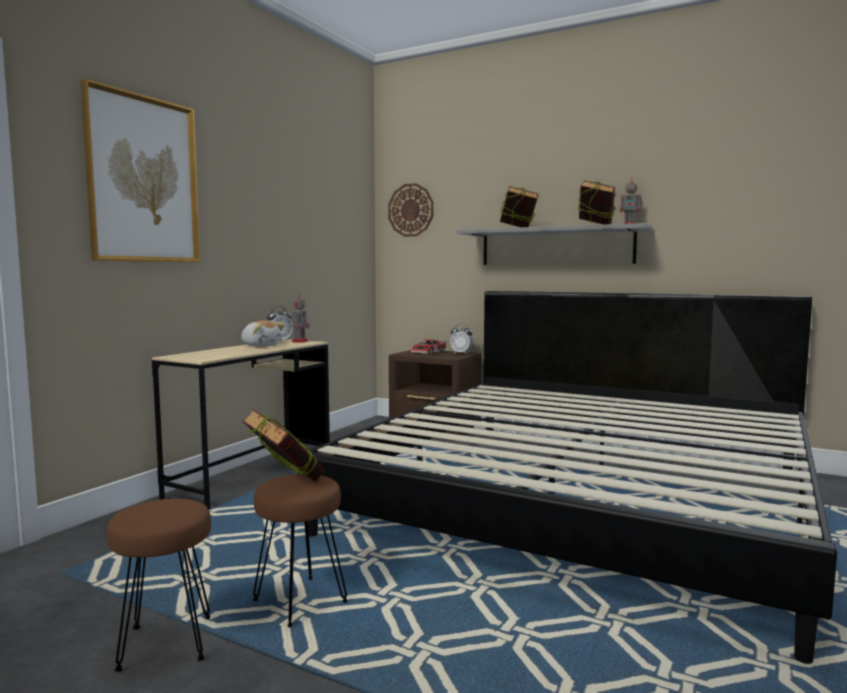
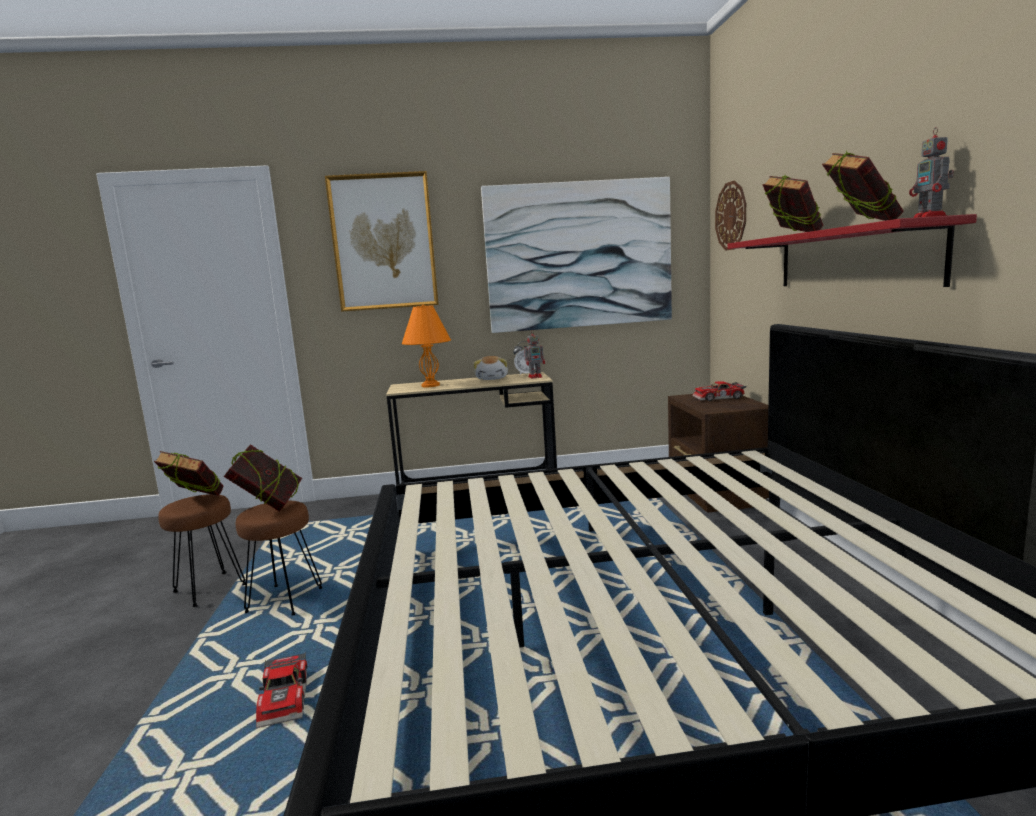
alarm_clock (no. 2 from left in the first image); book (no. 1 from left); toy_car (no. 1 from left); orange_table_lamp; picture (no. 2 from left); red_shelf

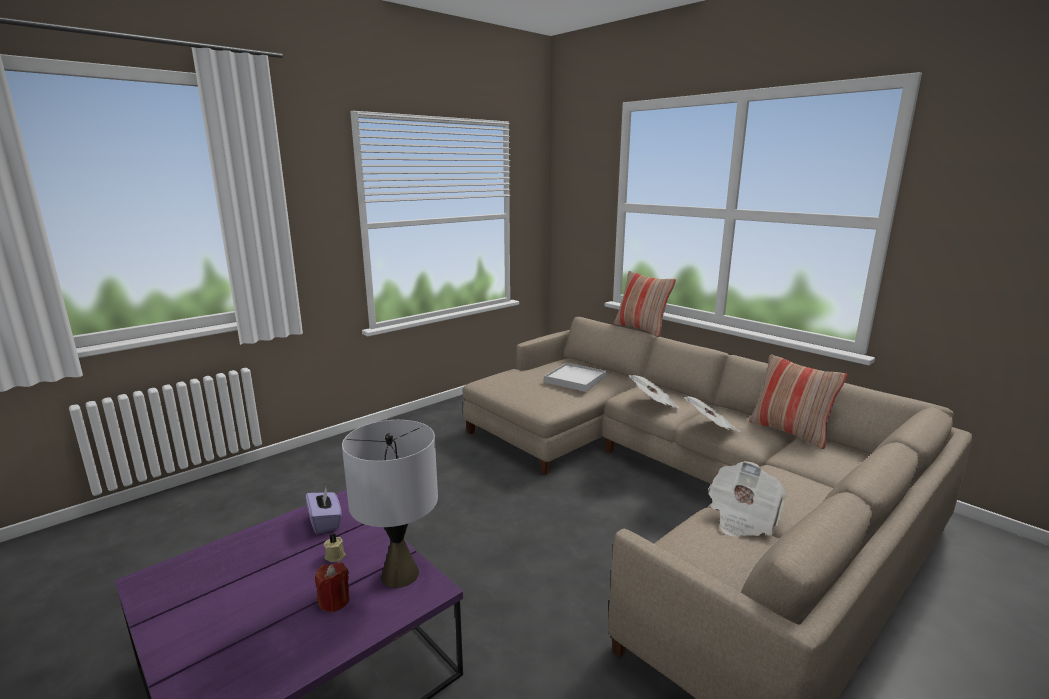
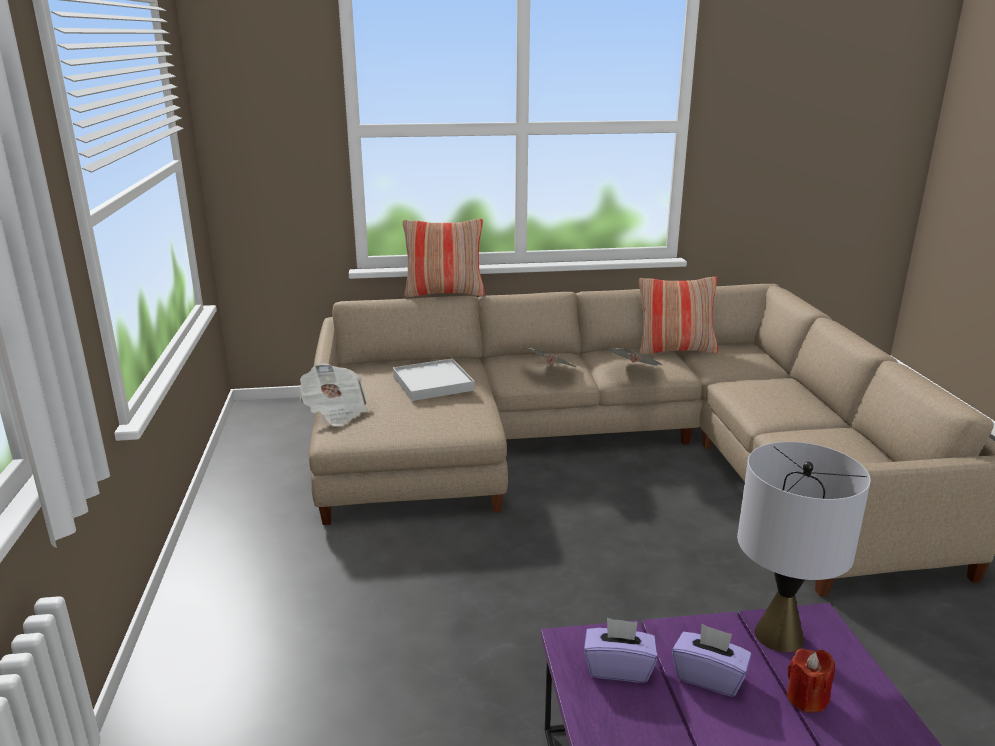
newspaper (no. 1 from left); purple_tissue_box (no. 2 from left)

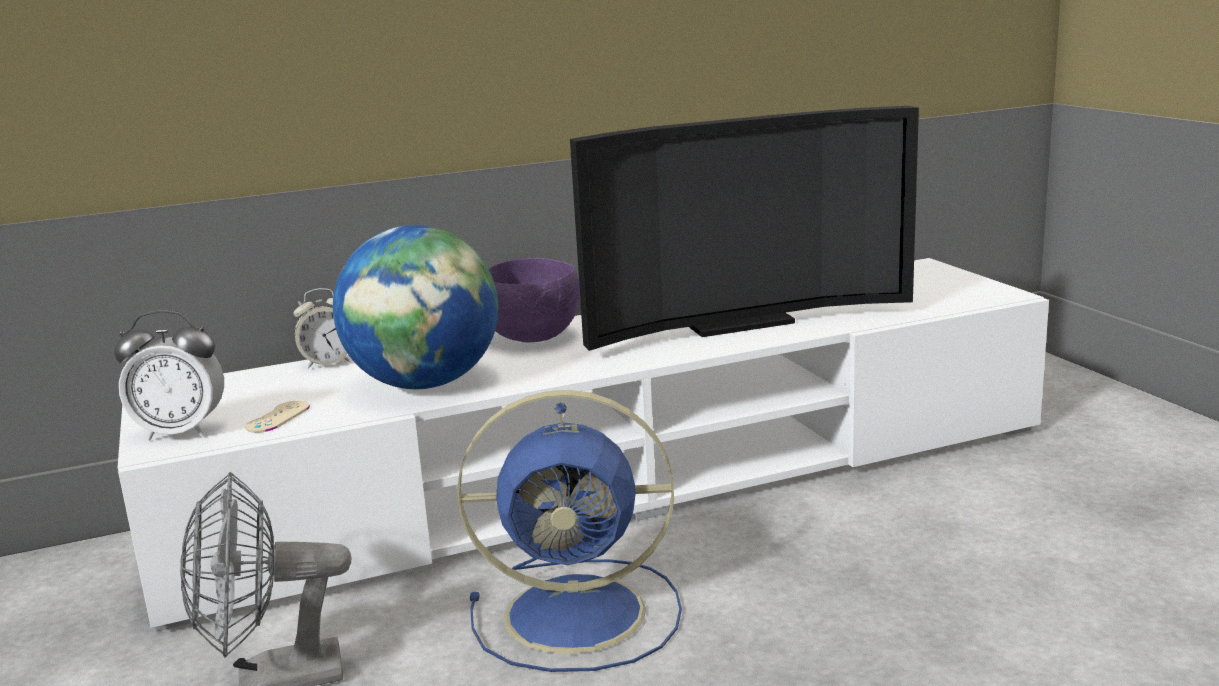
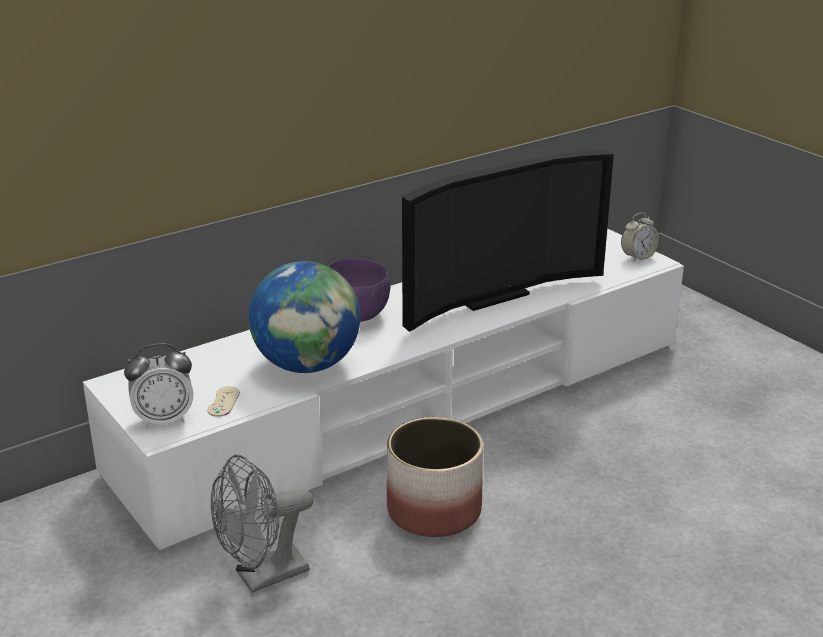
alarm_clock (no. 2 from left); planter

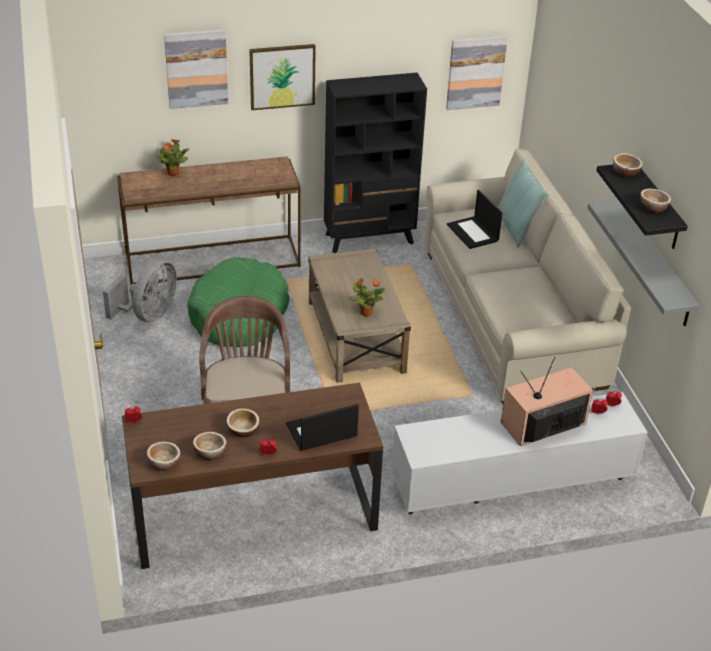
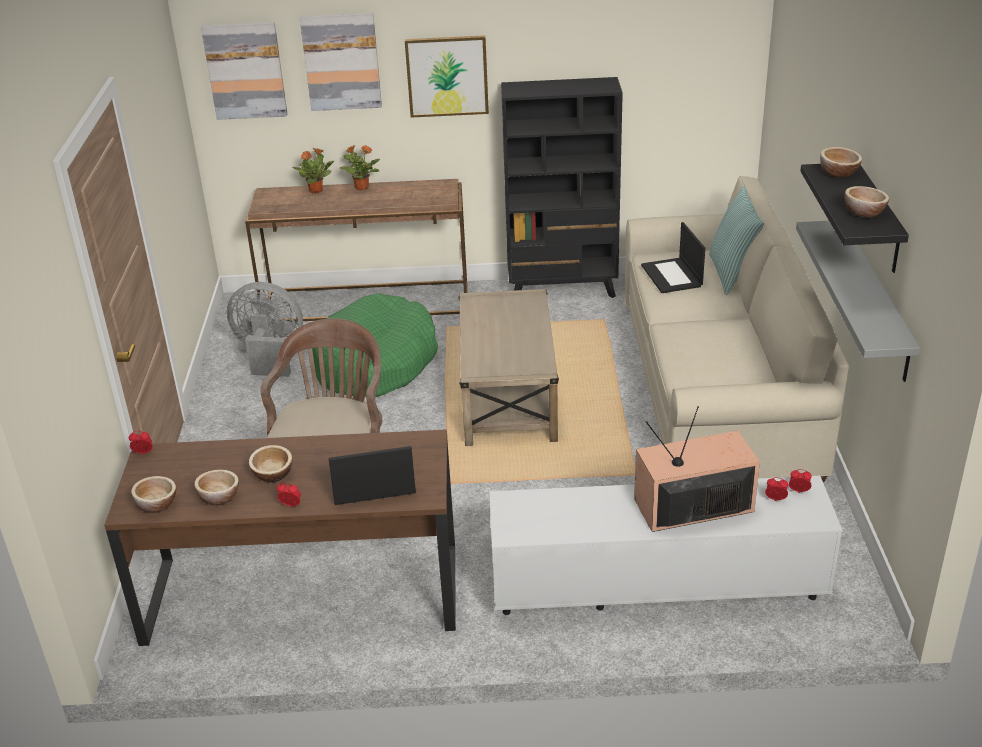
potted_plant (no. 2 from left); picture (no. 1 from left); grey_fan

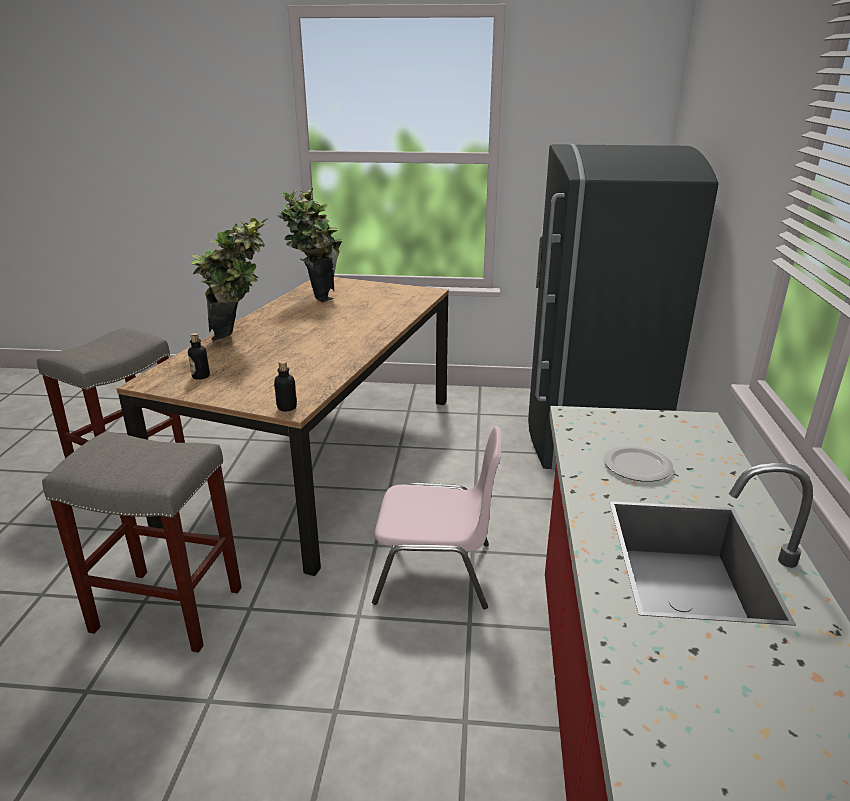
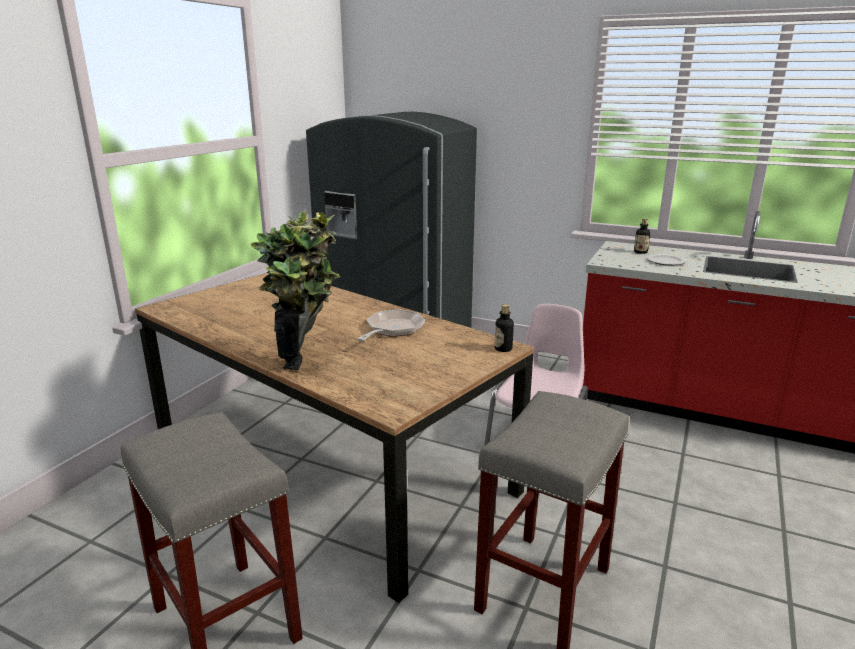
potted_plant (no. 2 from left in the first image); frying_pan; bottle (no. 2 from left)

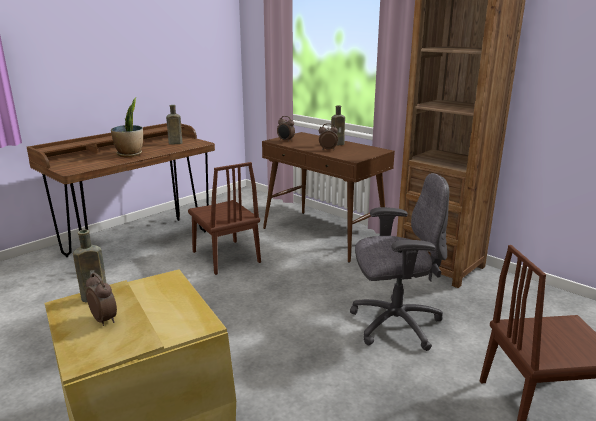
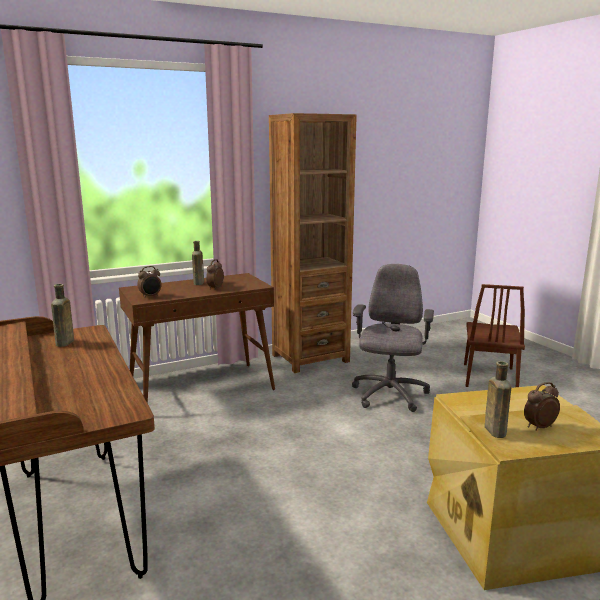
potted_plant; brown_chair (no. 1 from left in the first image)

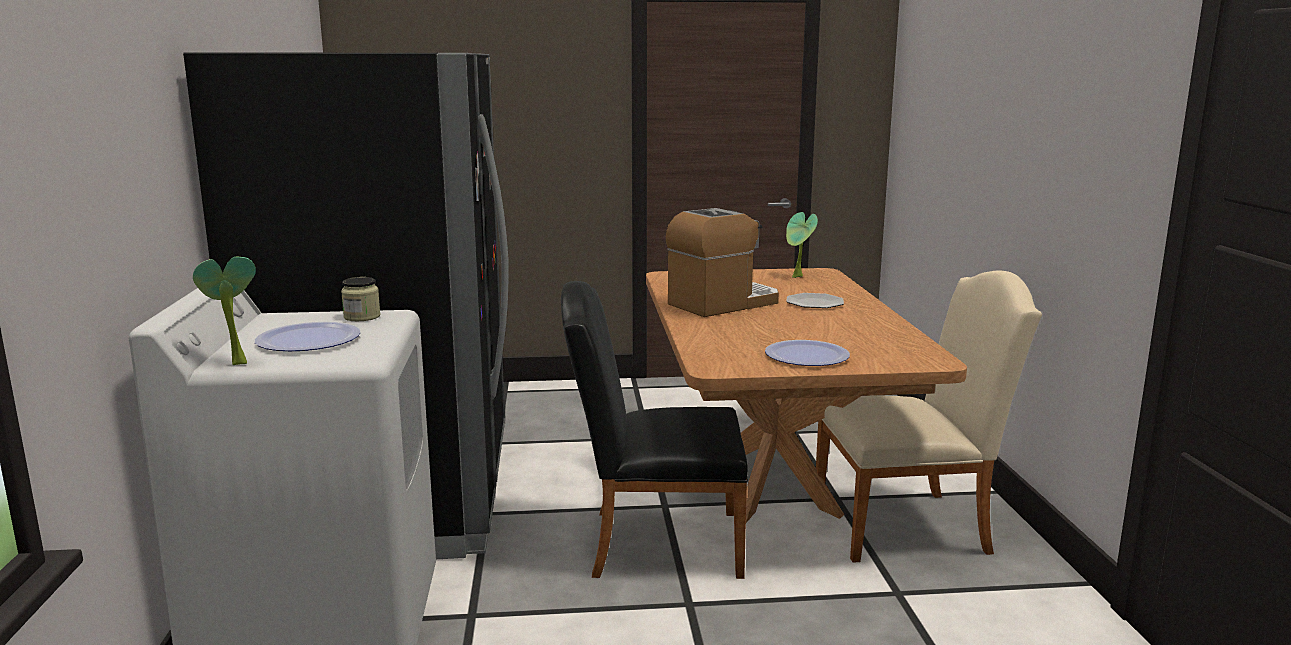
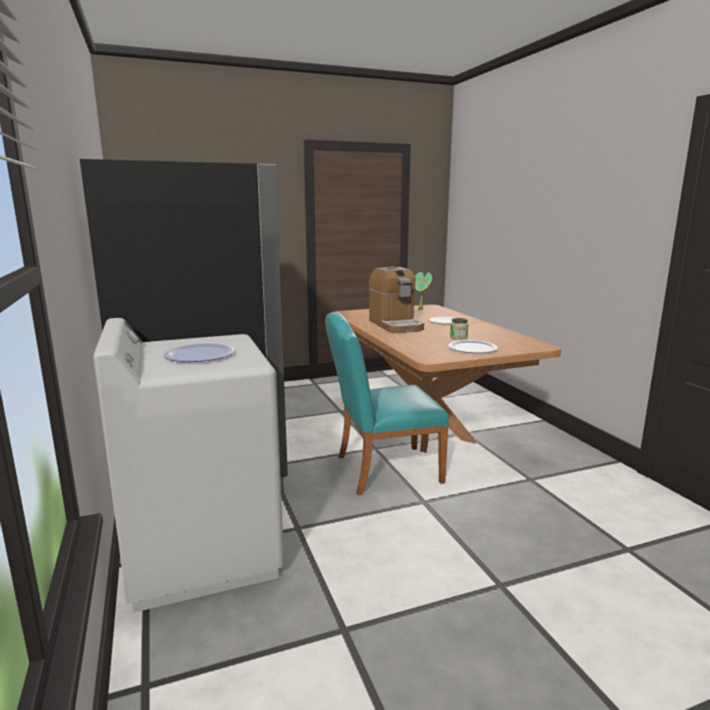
potted_plant (no. 1 from left in the first image); beige_chair; jar; turquoise_chair; coffee_machine

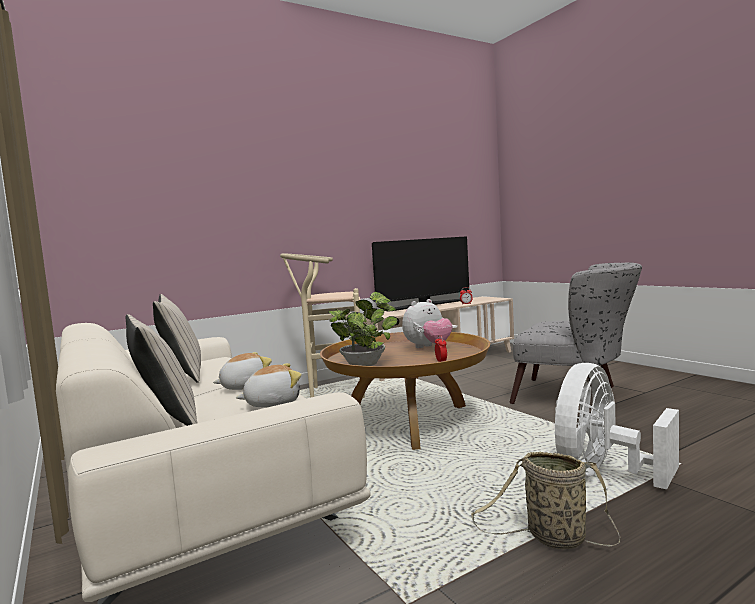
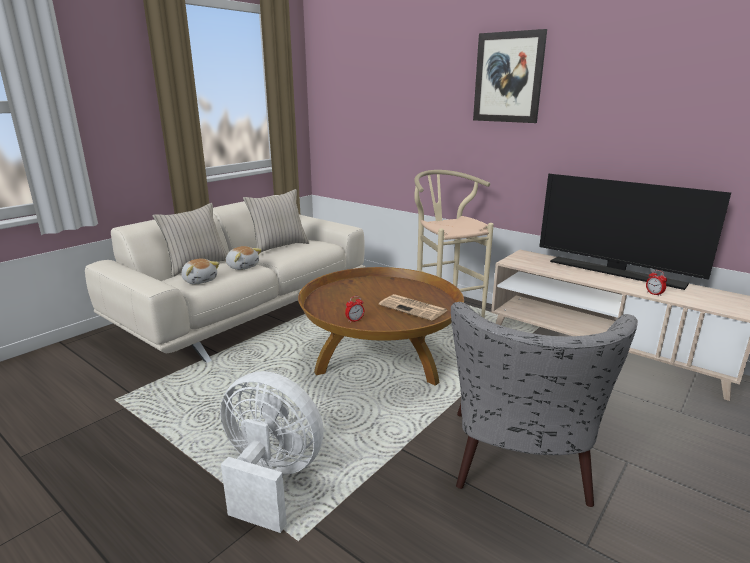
potted_plant; basket; picture; newspaper

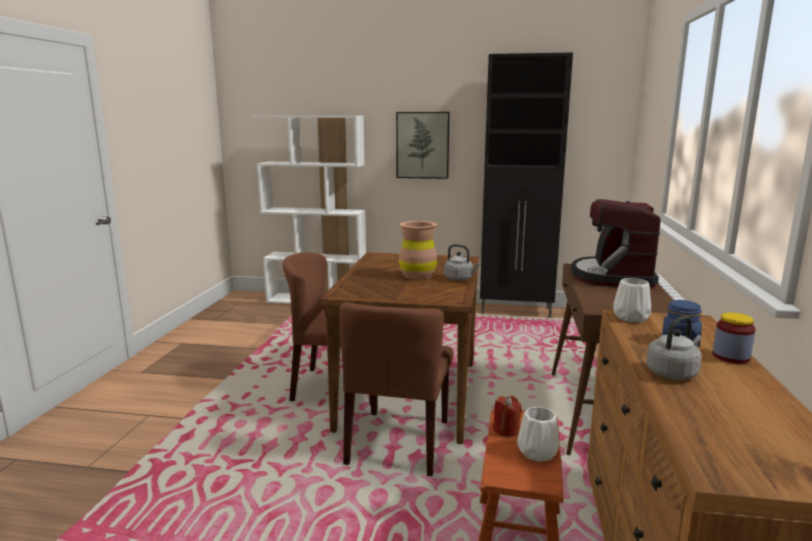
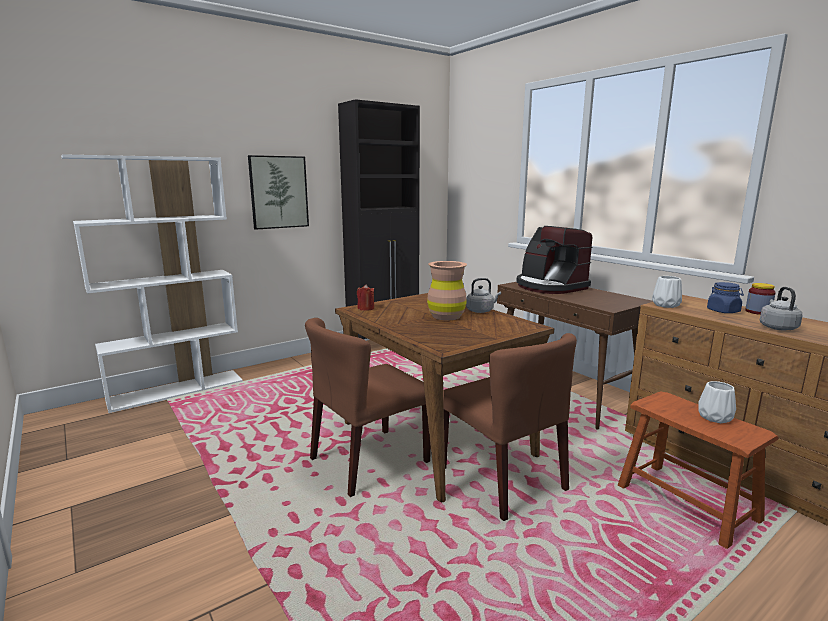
red_candle

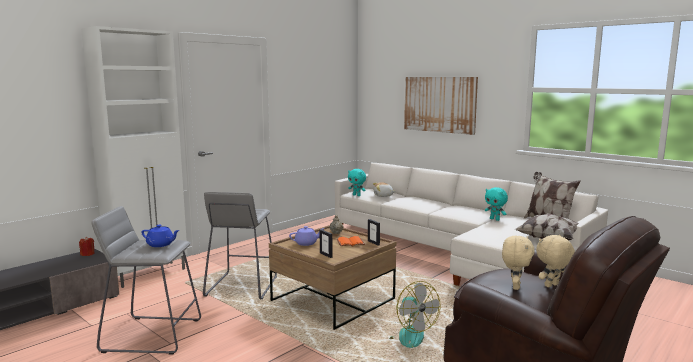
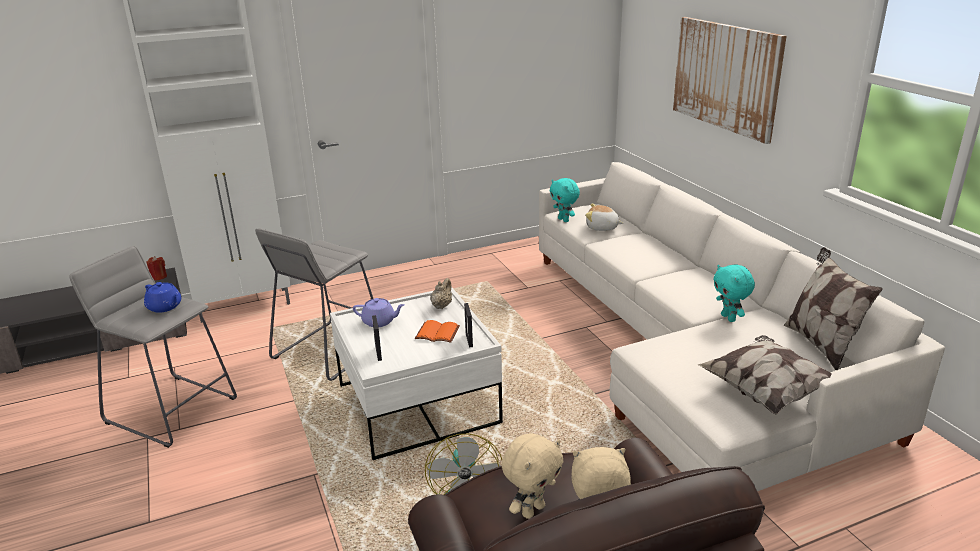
white_coffee_table

